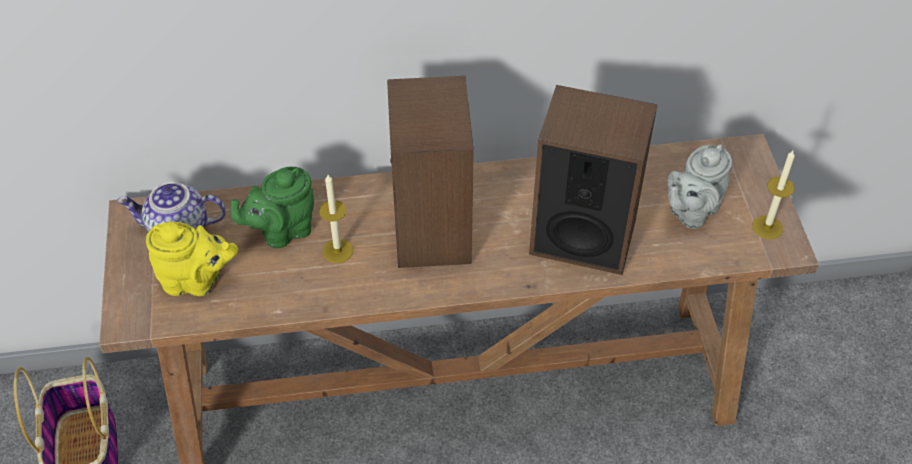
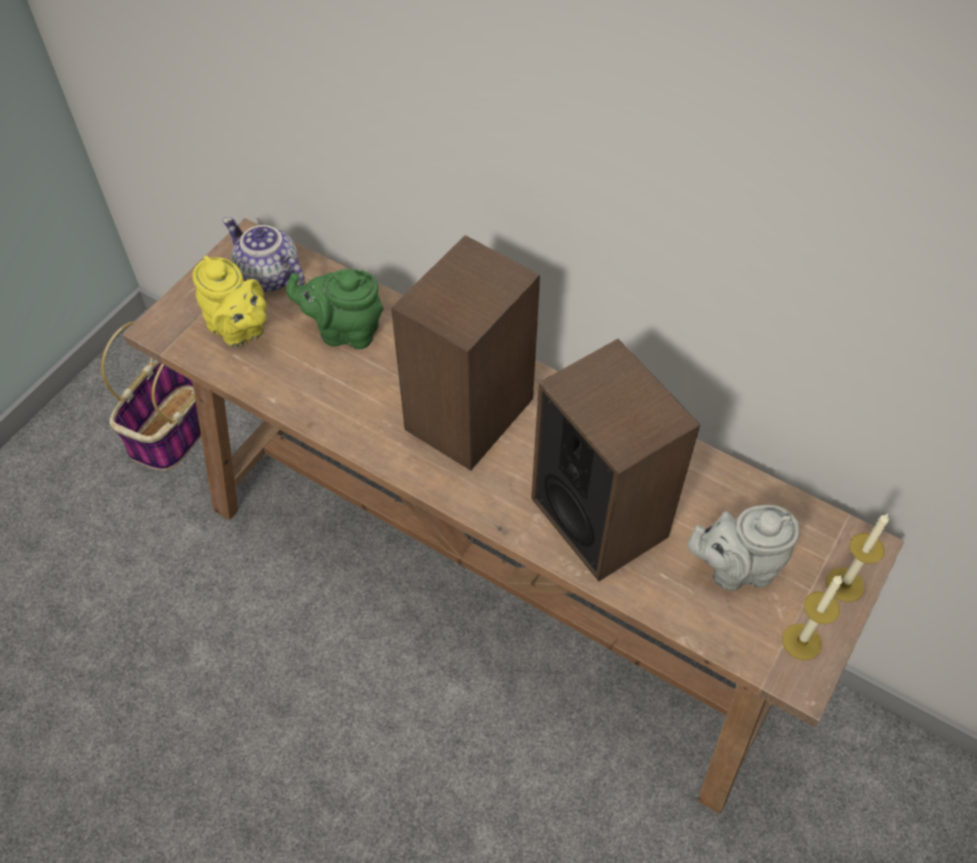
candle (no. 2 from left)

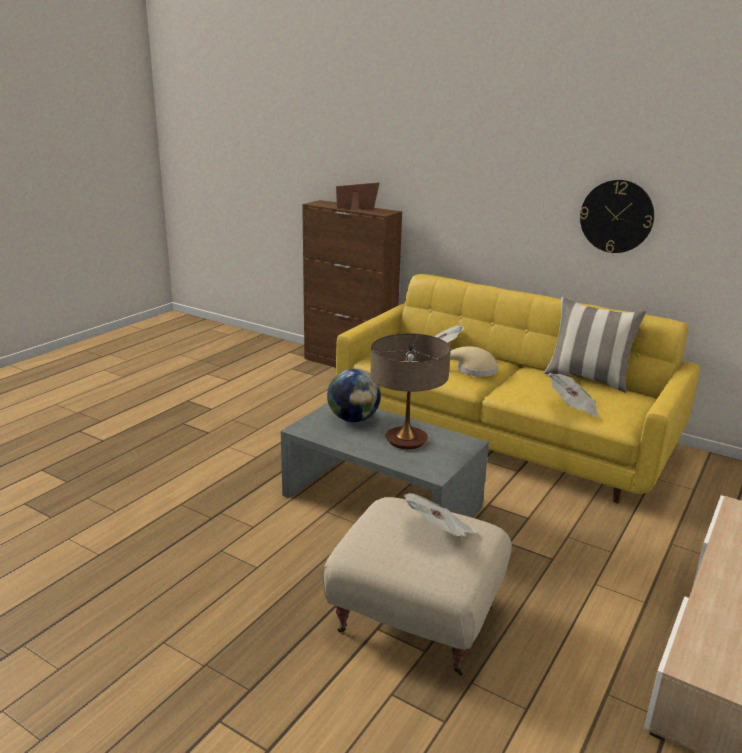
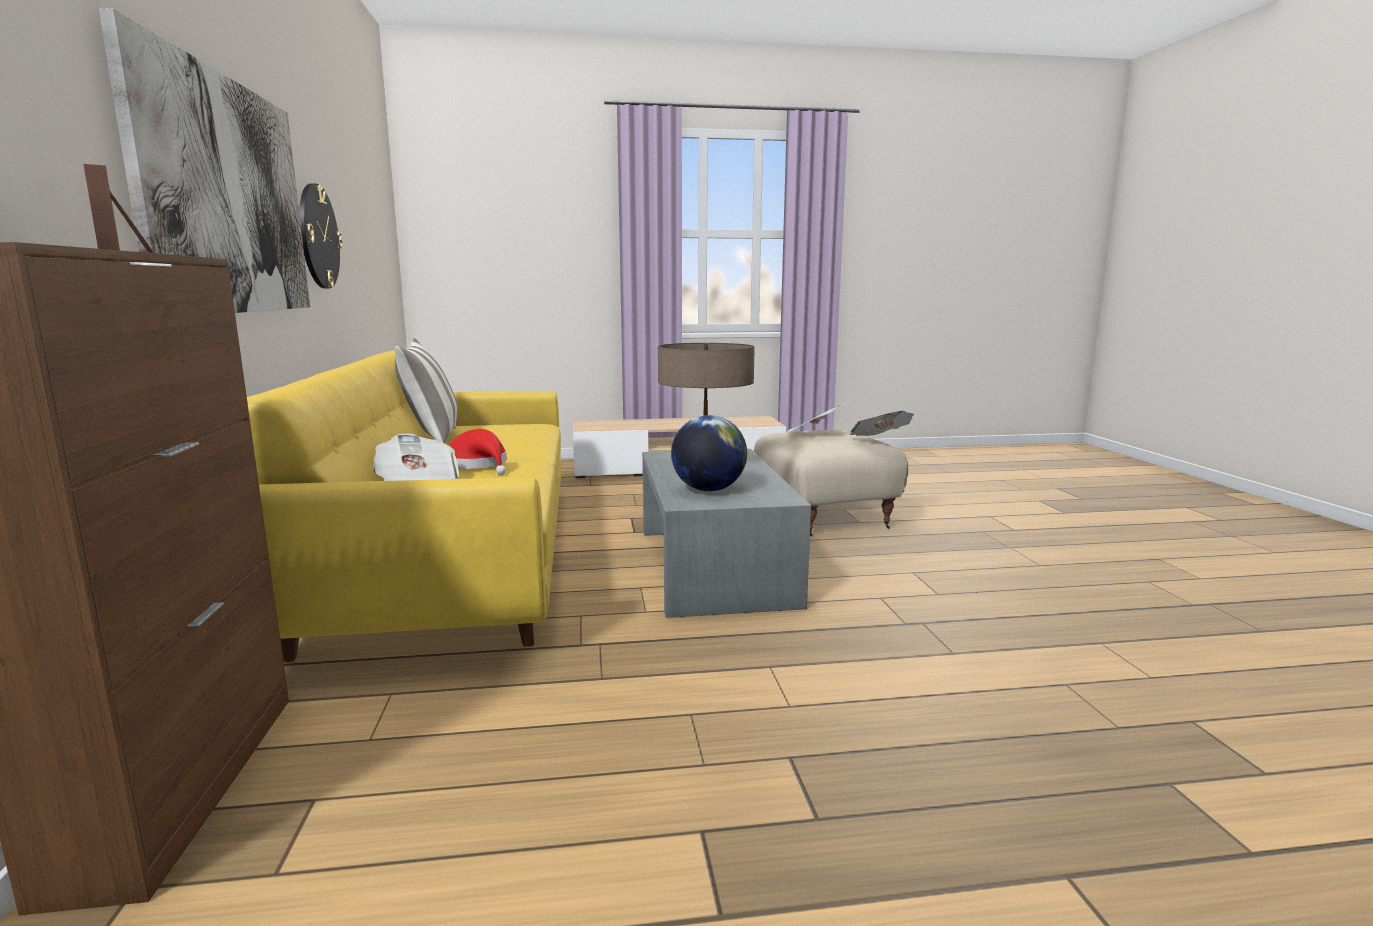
picture; newspaper (no. 3 from left); red_hat

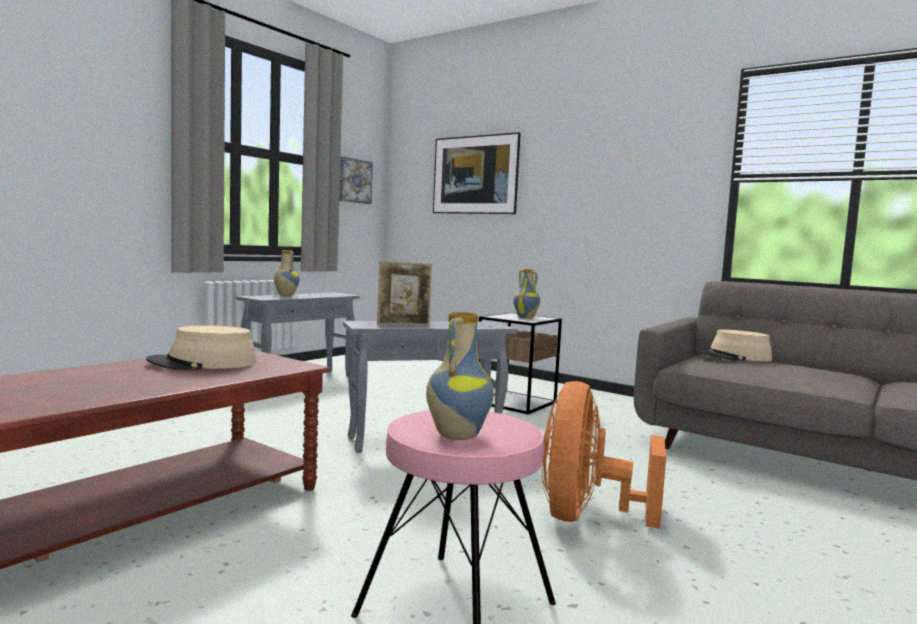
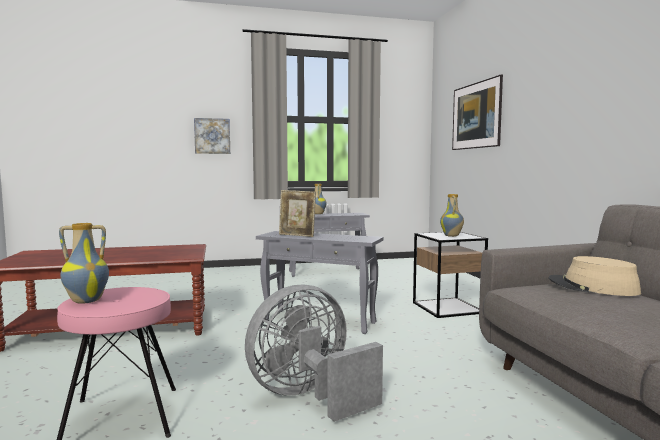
beige_hat (no. 1 from left in the first image); picture (no. 1 from left); grey_fan

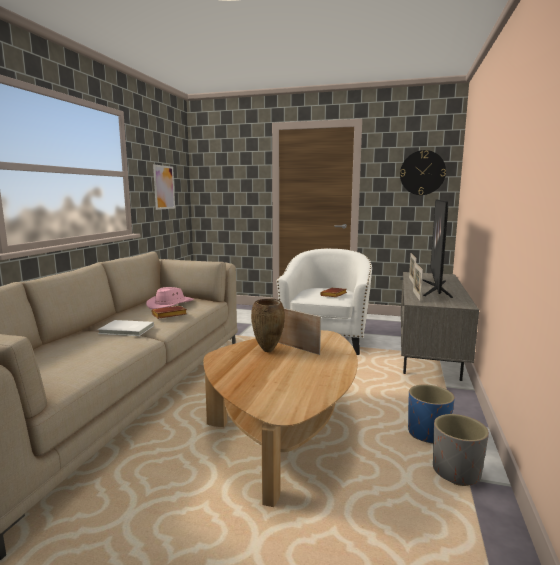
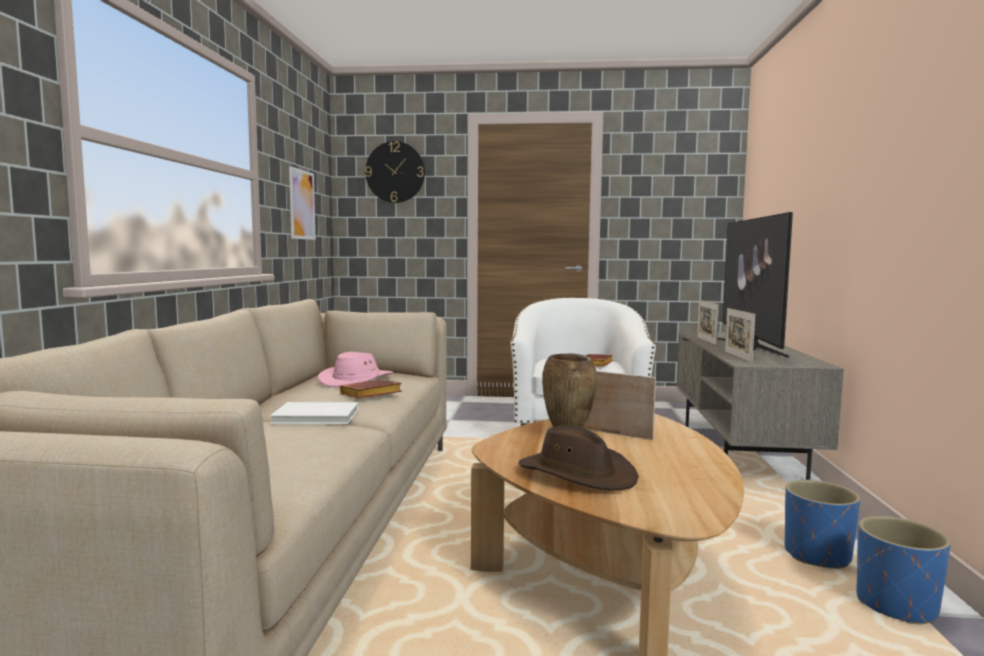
brown_hat; wall_clock; blue_planter (no. 2 from left)

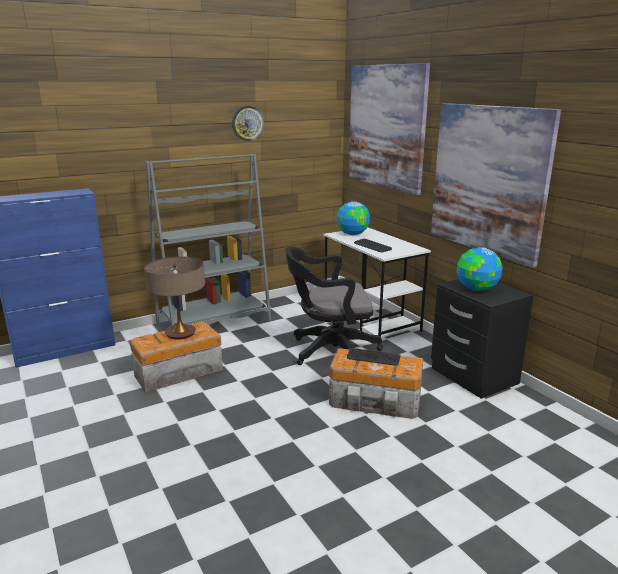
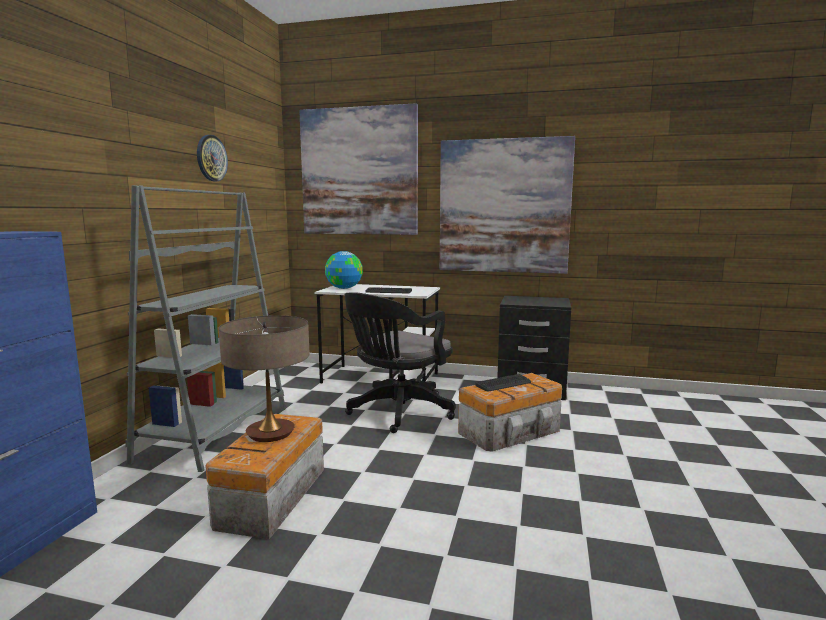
globe (no. 2 from left in the first image)

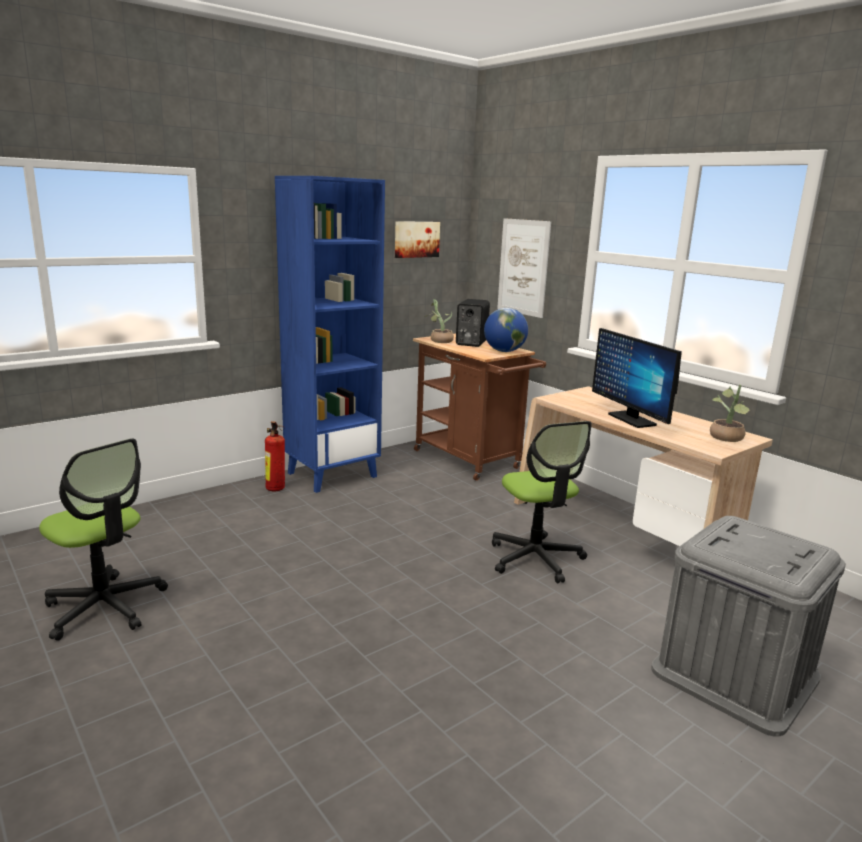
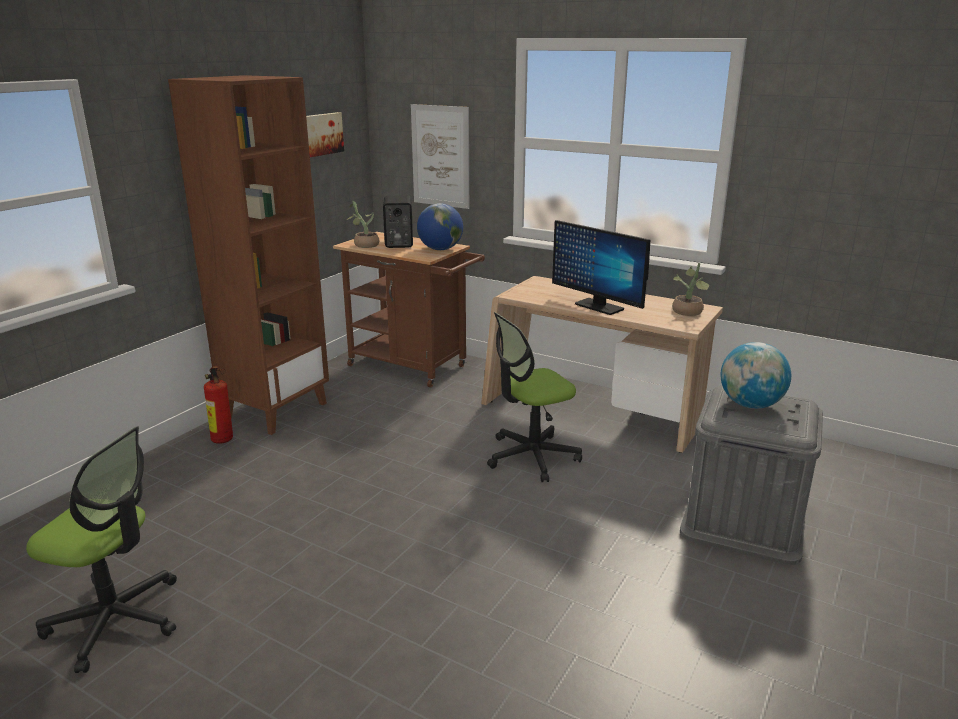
globe (no. 2 from left); brown_bookcase; office_chair (no. 2 from left)

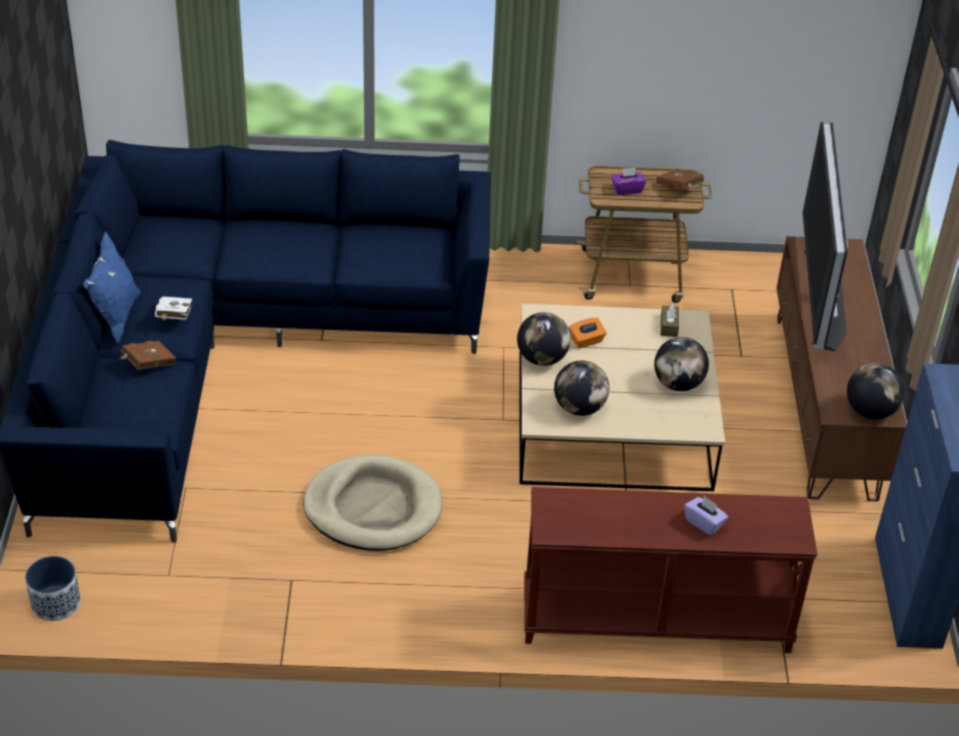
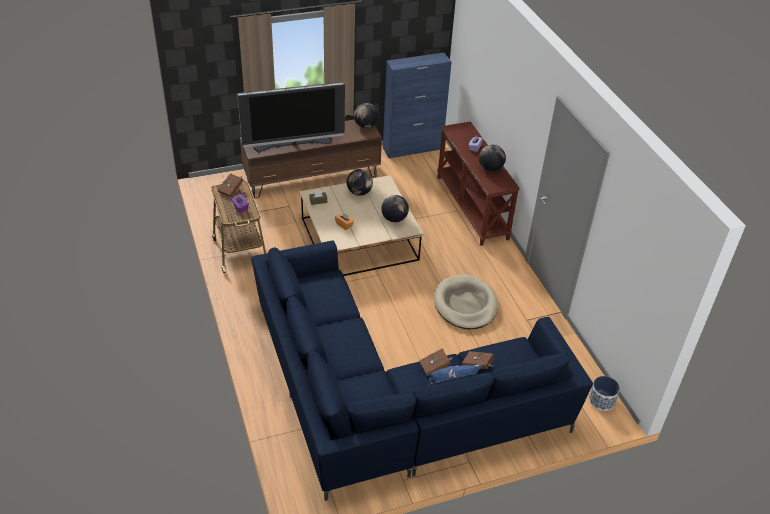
globe (no. 4 from left); brown_book (no. 2 from left)

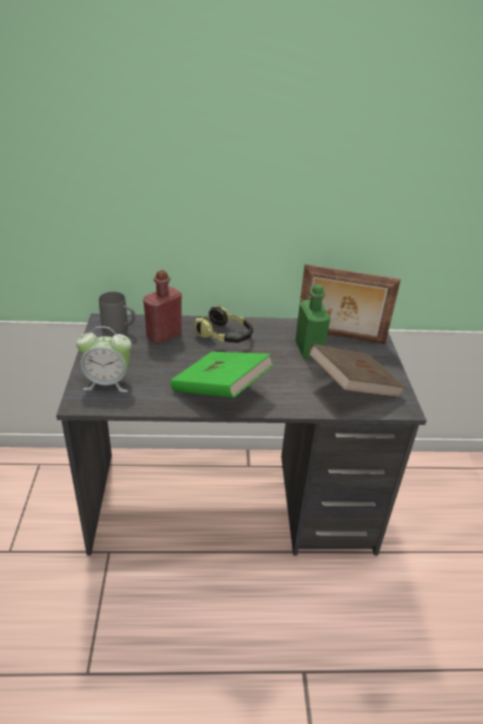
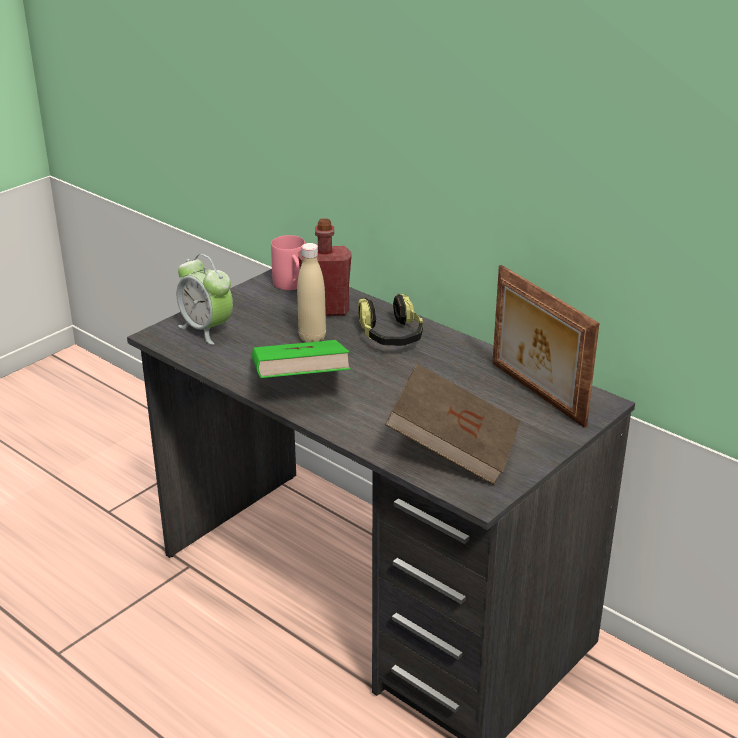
green_bottle; beige_bottle; pink_mug

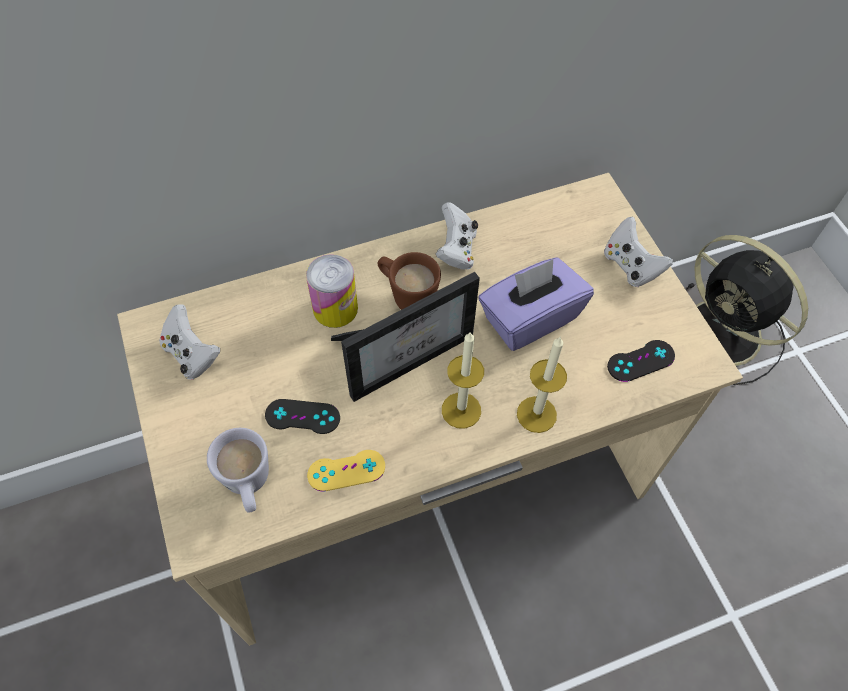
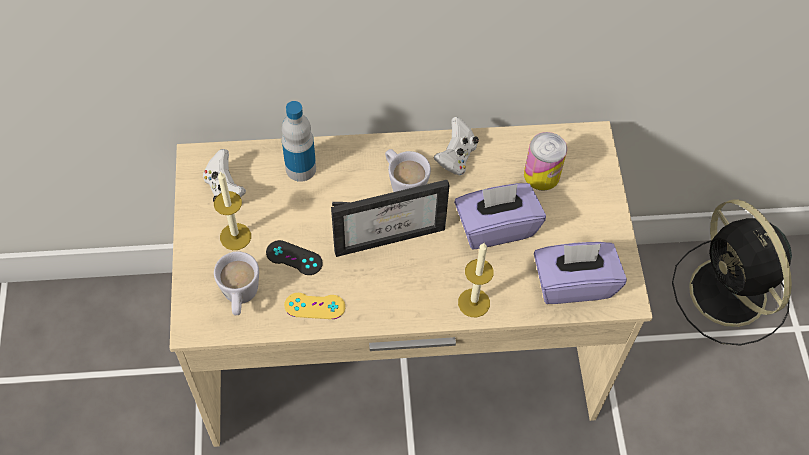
white_game_controller (no. 3 from left in the first image); bottle; can; candle (no. 1 from left); purple_tissue_box (no. 2 from left); white_mug (no. 2 from left)

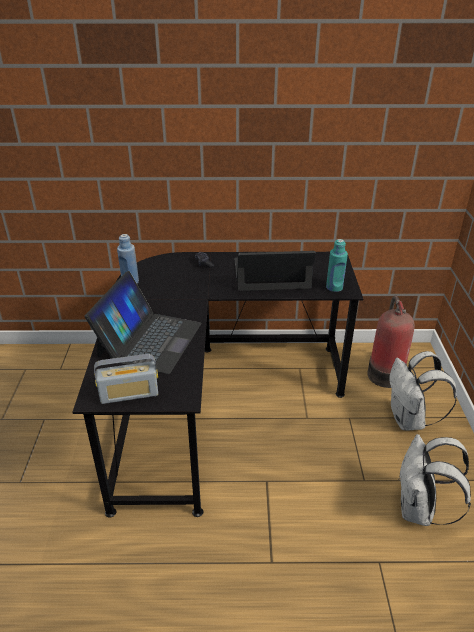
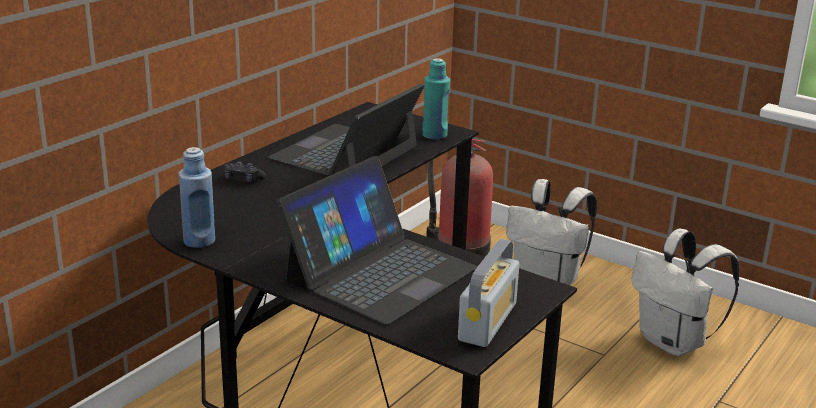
laptop (no. 2 from left)

